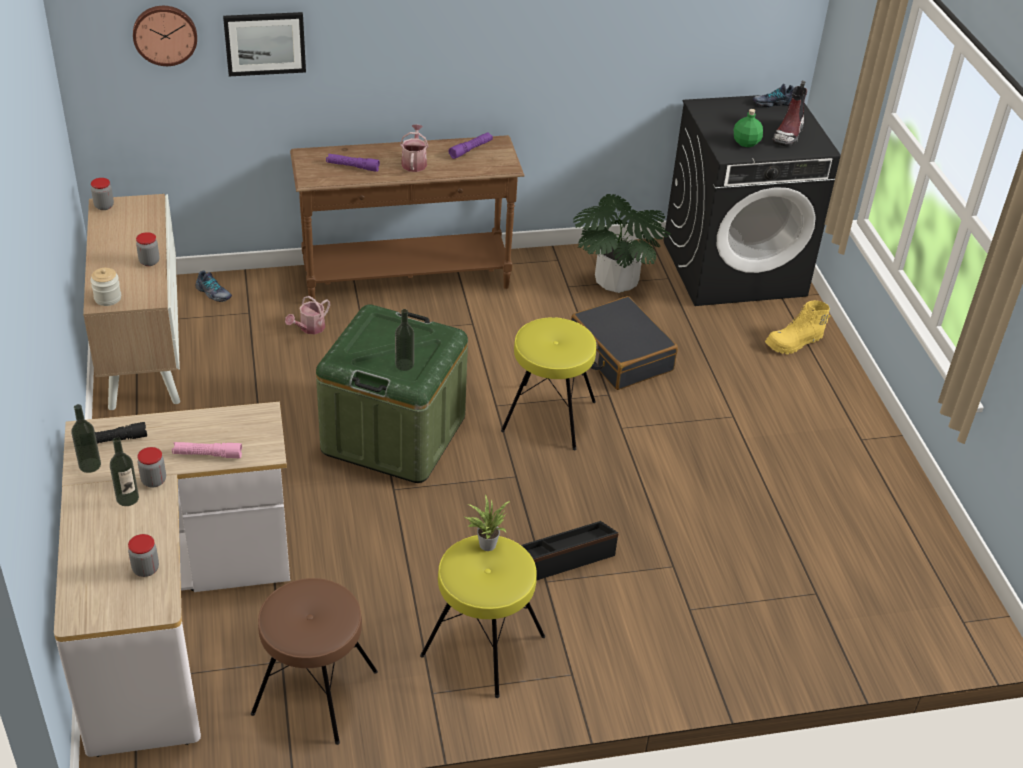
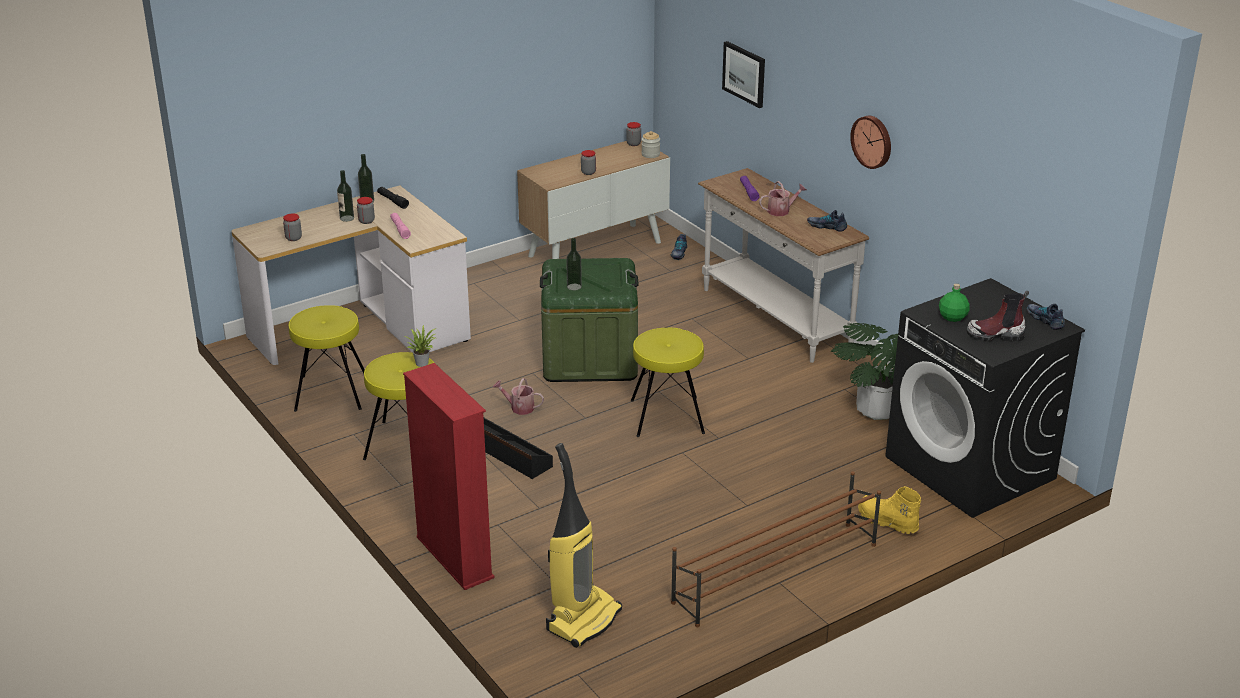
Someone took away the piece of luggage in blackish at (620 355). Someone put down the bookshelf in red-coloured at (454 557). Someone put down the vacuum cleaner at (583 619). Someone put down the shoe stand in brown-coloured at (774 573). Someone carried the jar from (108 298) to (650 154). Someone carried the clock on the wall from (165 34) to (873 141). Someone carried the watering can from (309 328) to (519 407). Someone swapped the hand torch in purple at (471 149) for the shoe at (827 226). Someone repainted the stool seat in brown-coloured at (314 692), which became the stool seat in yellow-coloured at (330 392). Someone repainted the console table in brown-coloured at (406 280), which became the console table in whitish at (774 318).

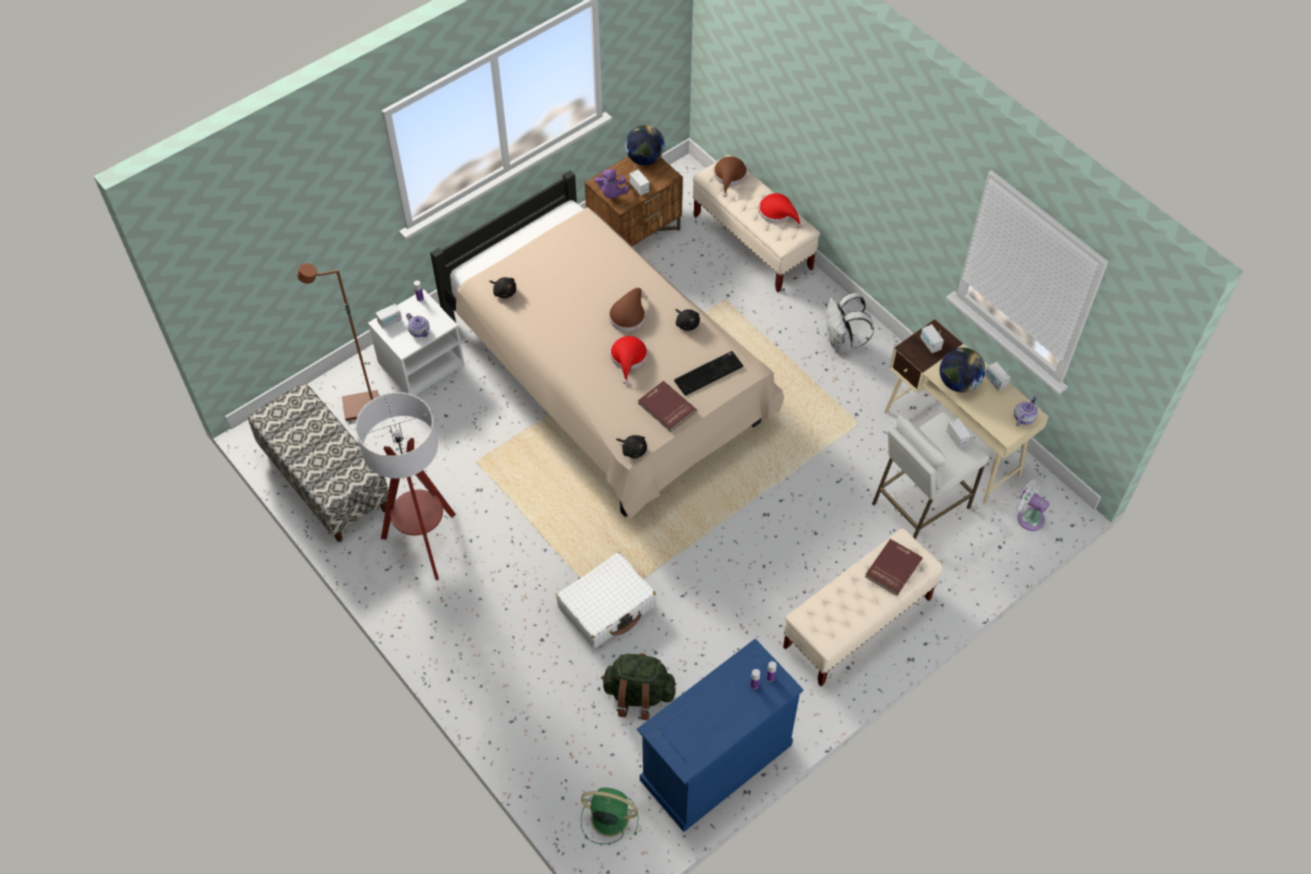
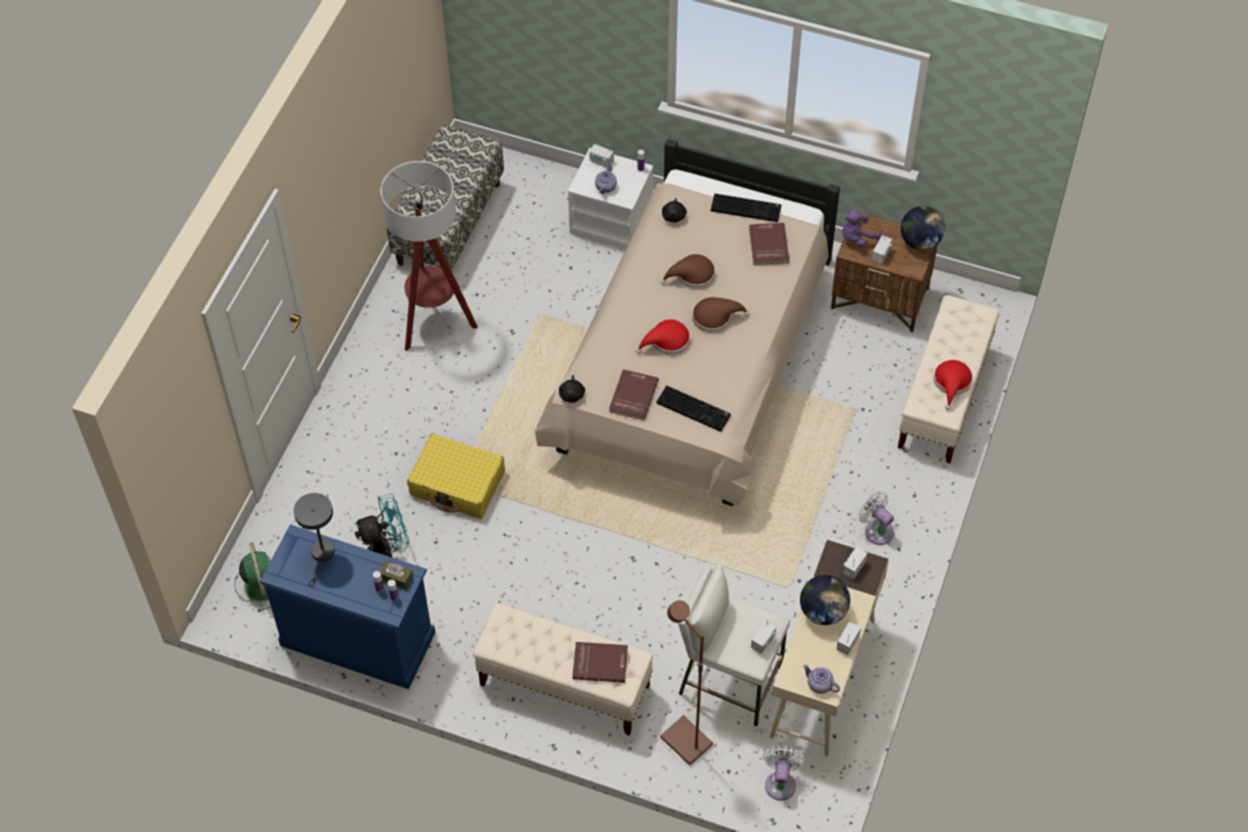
Someone took away the plush toy in blackish at (687 323). Someone put down the lamp for a table in gray at (322 555). Someone put down the box of tissues in brown-coloured at (396 577). Someone put down the PC keyboard at (746 208). Someone put down the bound book in red-coloured at (767 245). Someone carried the floor lamp in brown-coloured from (361 408) to (685 741). Someone carried the clothing hat in brown-coloured from (729 176) to (692 275). Someone swapped the rucksack in green-coloured at (638 695) for the fan in turquoise-coloured at (387 550). Someone swapped the rucksack in whitish at (842 343) for the fan in whitish at (876 530). Someone repainted the piece of luggage in whitish at (607 607), which became the piece of luggage in yellow-coloured at (457 484). Someone rotated the pot for tea at (1023 418) by 150 degrees counterclockwise.

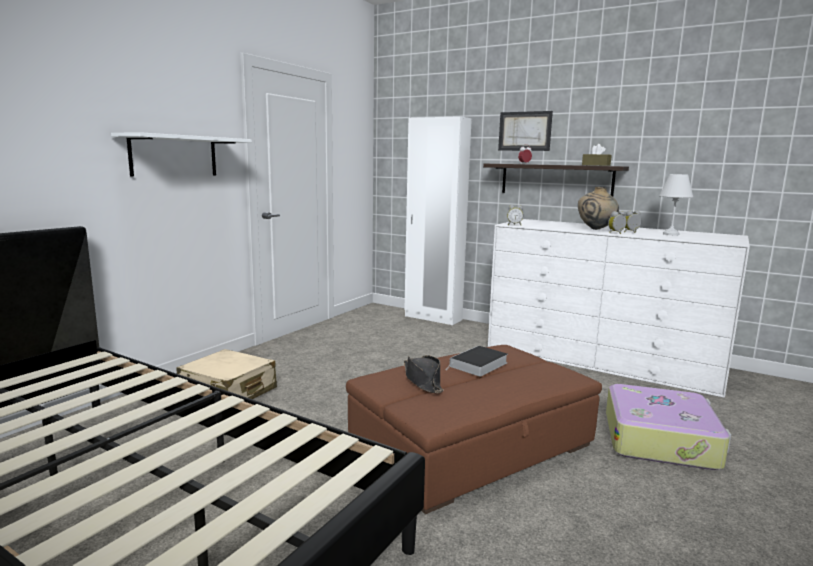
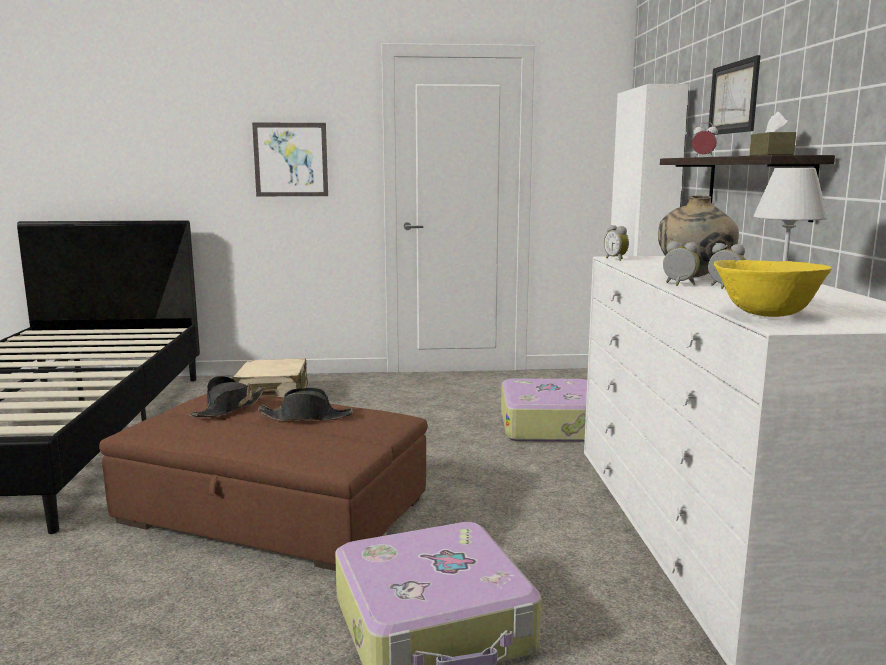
Someone put down the piece of luggage at (551 425). Someone put down the serving bowl in yellow-coloured at (766 315). Someone swapped the bracket shelf in whitish at (174 156) for the wall picture at (291 159). Someone swapped the bound book at (478 365) for the clothing hat in blackish at (306 417).

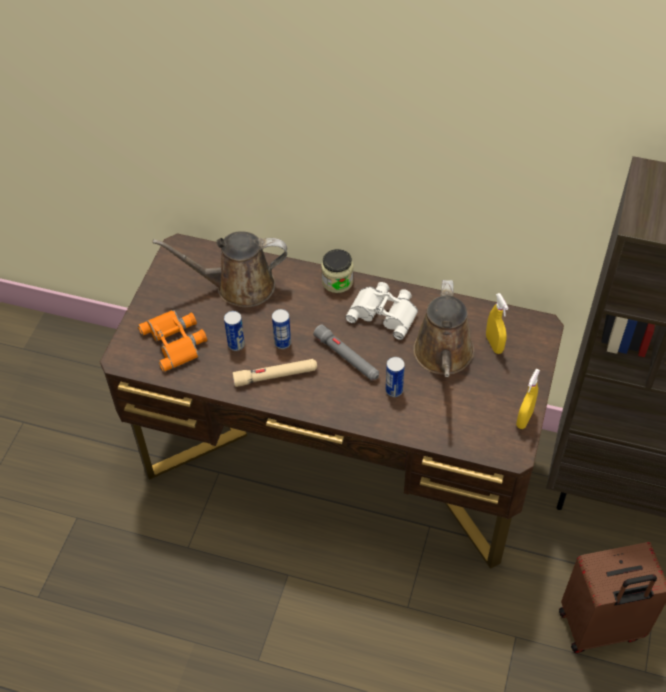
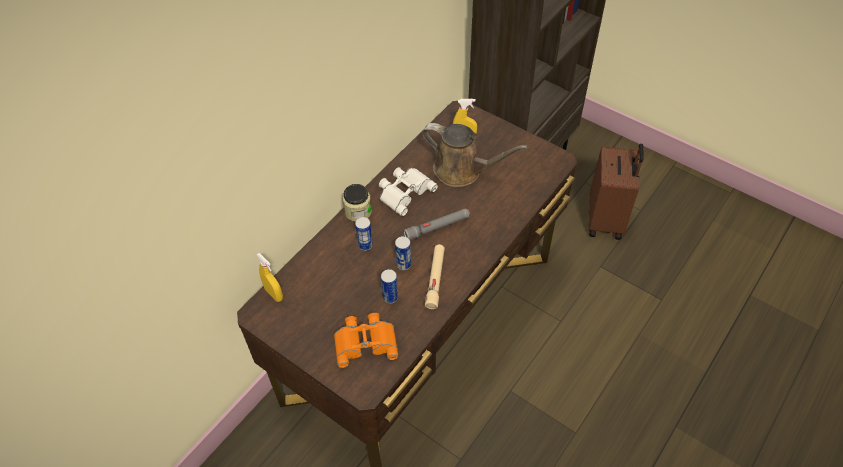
Someone took away the watering can in brown-coloured at (238 286). Someone carried the sealed can from (394 390) to (365 245). Someone carried the sprayer in yellow-coloured from (524 419) to (274 294).

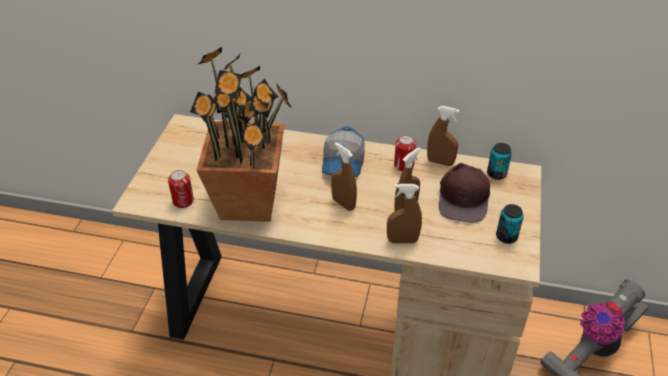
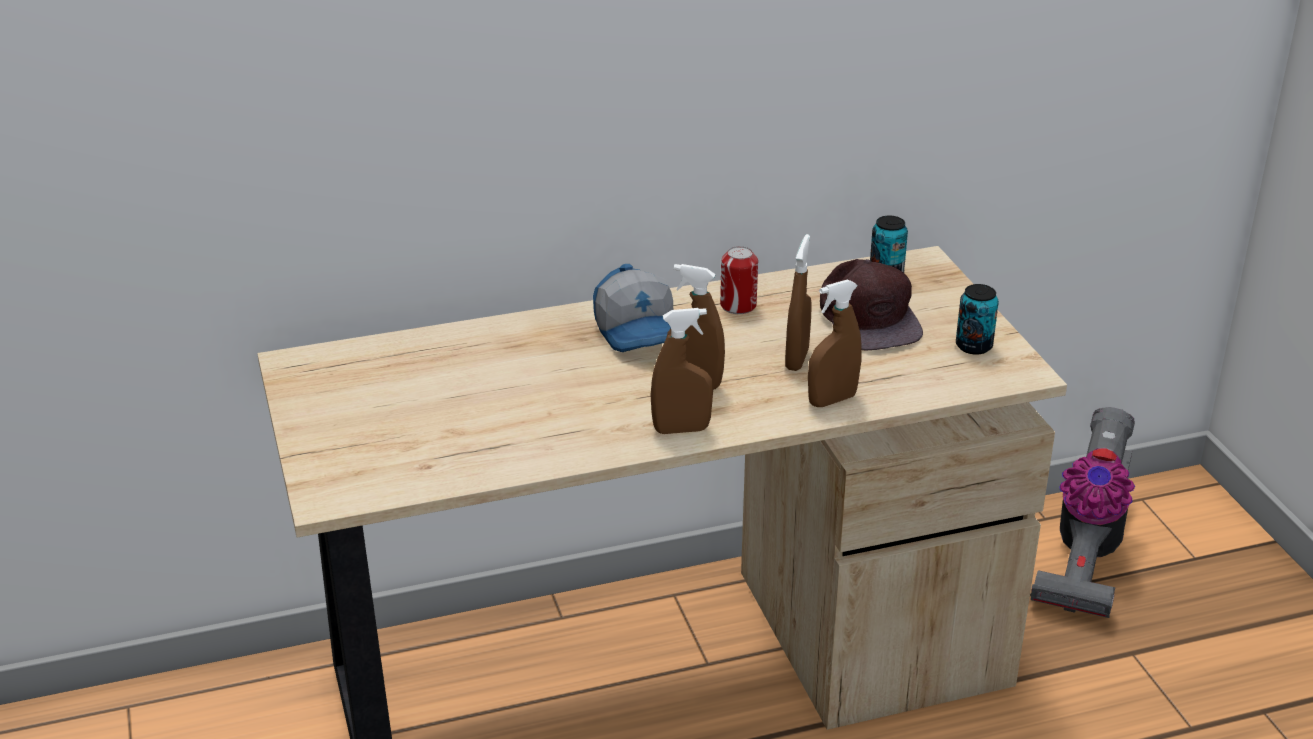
Someone took away the sealed can at (183 201). Someone took away the plant in a pot at (250 202). Someone carried the sprayer in brown-coloured from (440 162) to (681 429).

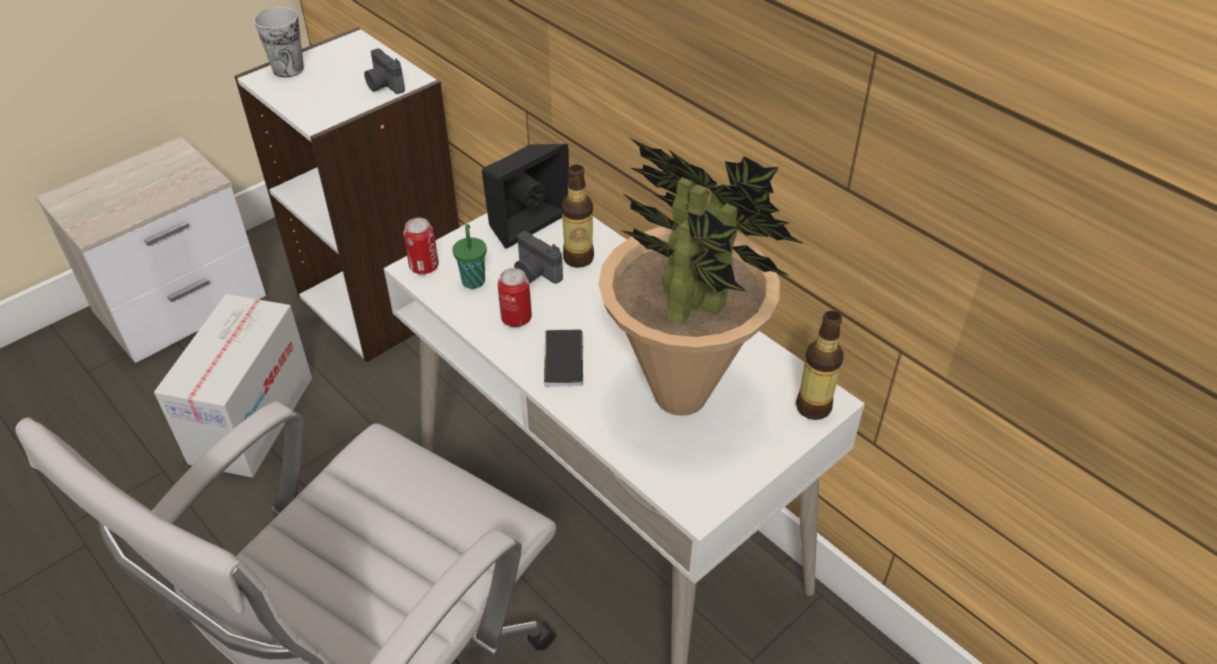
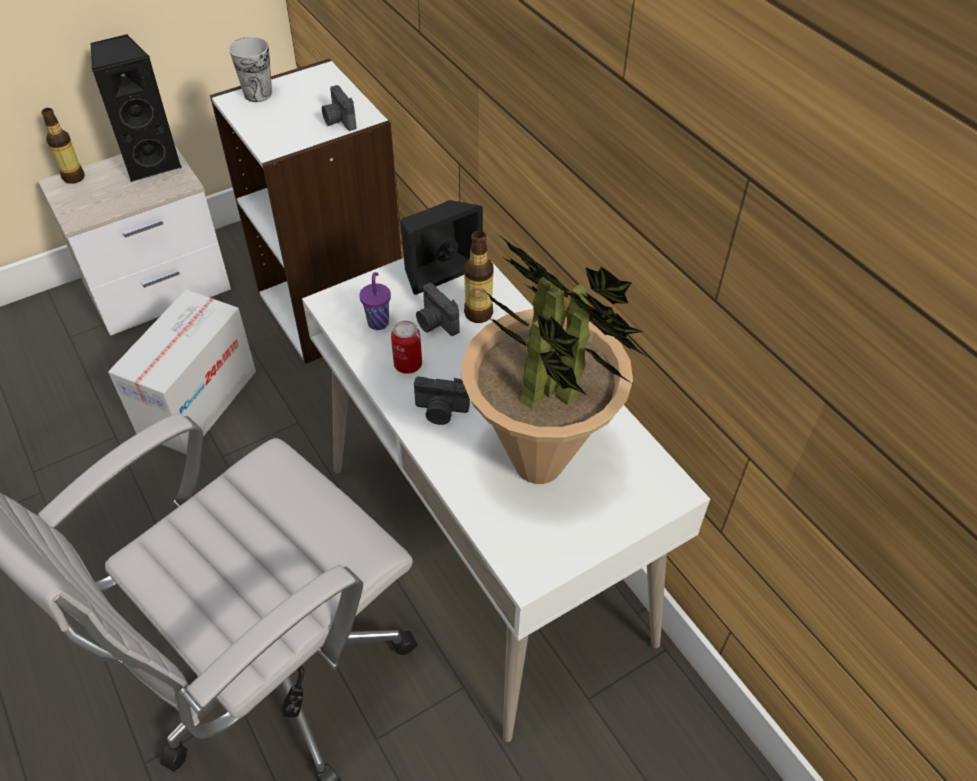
Someone took away the sealed can at (424 267). Someone put down the speaker in blackish at (151 162). Someone carried the beverage bottle from (813 407) to (73 177). Someone swapped the phone at (563 359) for the still camera at (441 411). Someone repainted the small cup in green-coloured at (473 280), which became the small cup in purple at (378 322).

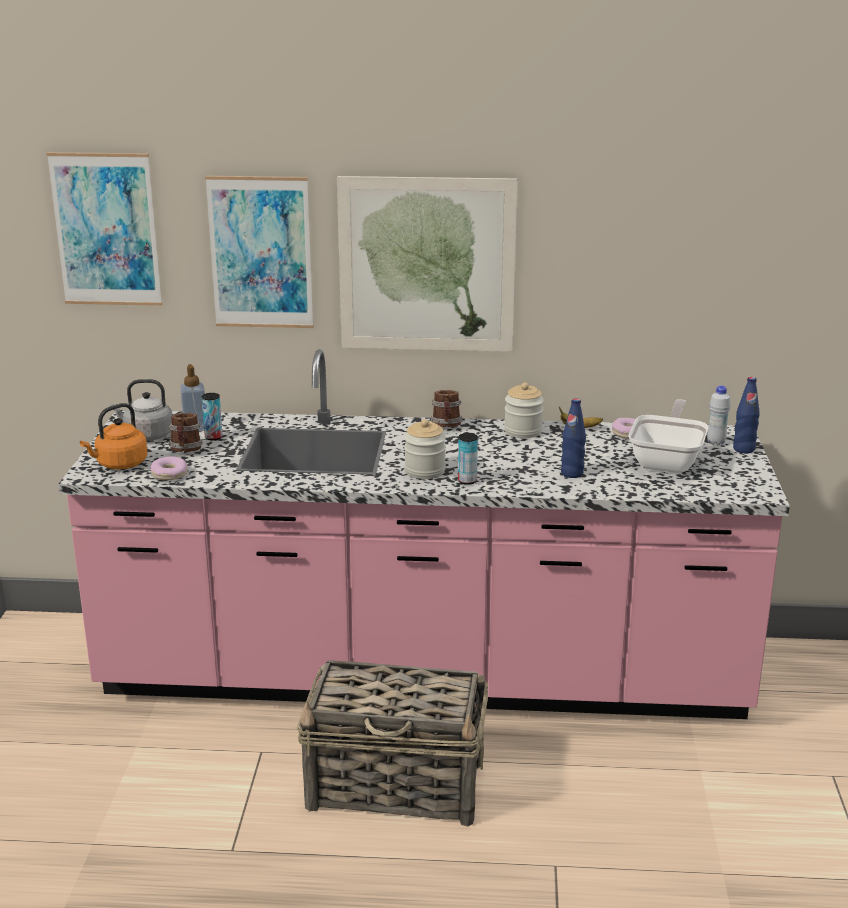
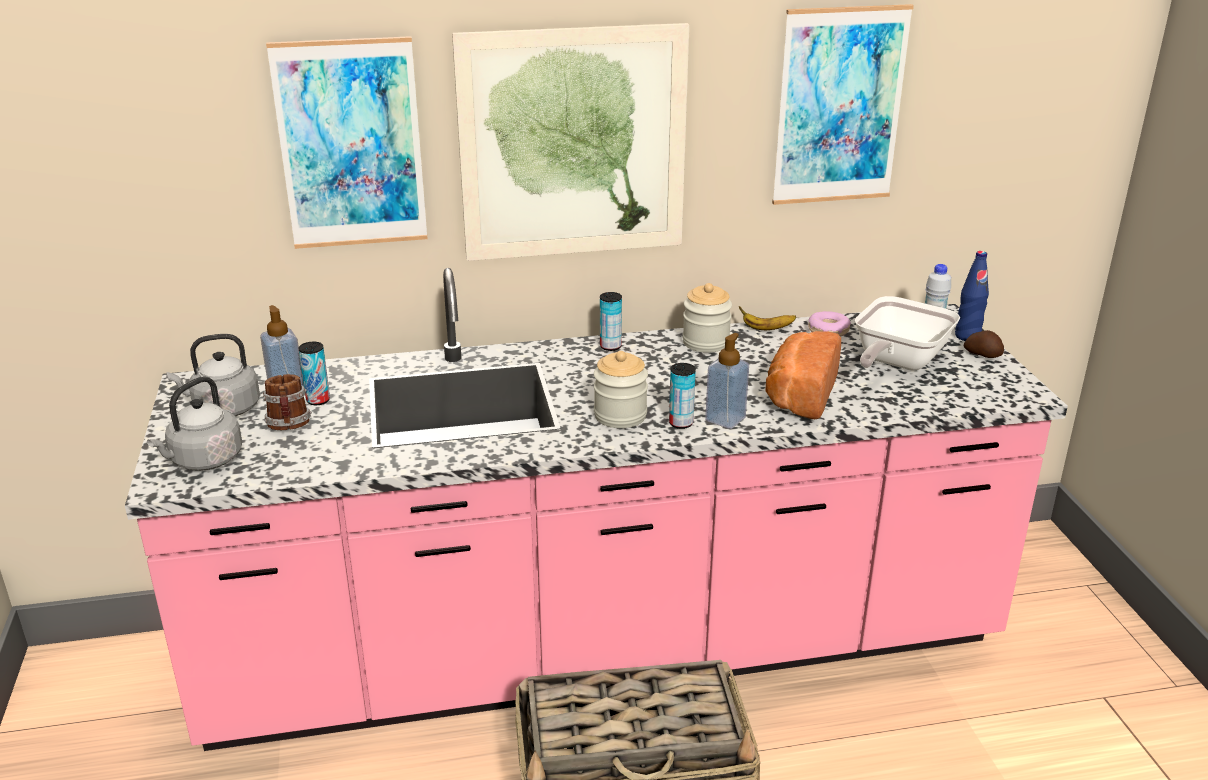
Someone took away the doughnut at (169 474). Someone put down the liquid soap bottle at (725 419). Someone put down the potato at (982 354). Someone carried the wall picture from (106 230) to (839 106). Someone swapped the mug at (446 426) for the sealed can at (610 346). Someone swapped the beverage bottle in blue at (572 473) for the bread at (799 395). Someone repainted the water kettle in orange-coloured at (119 464), which became the water kettle in gray at (204 461). Someone rotated the skillet at (668 461) by 150 degrees counterclockwise.

